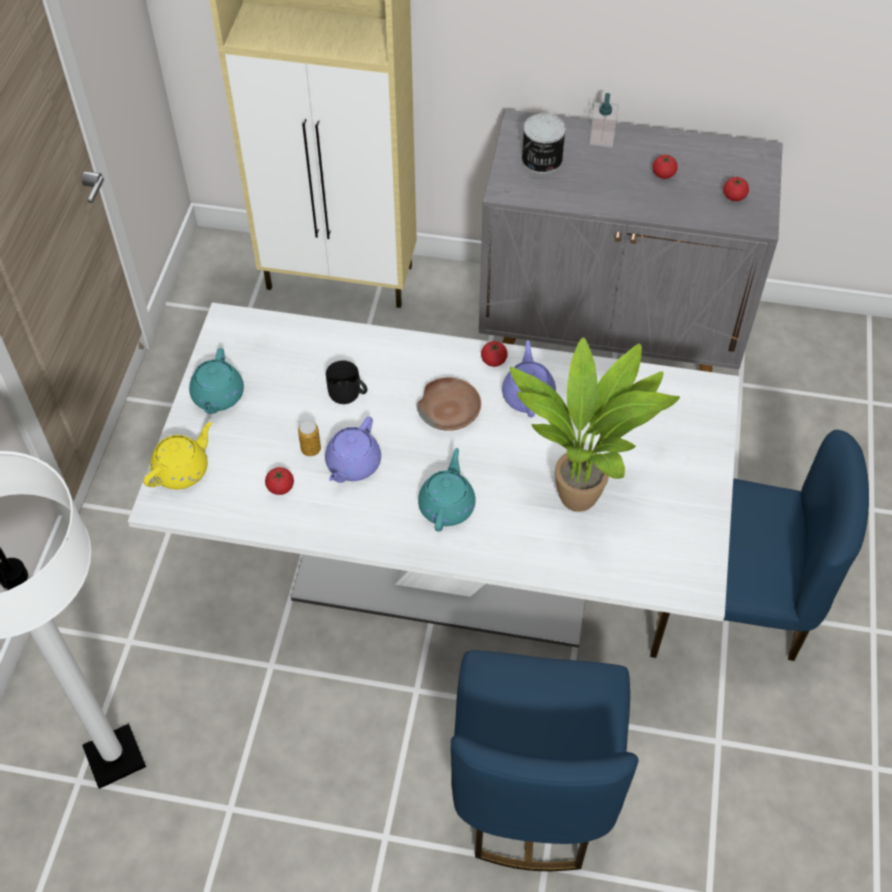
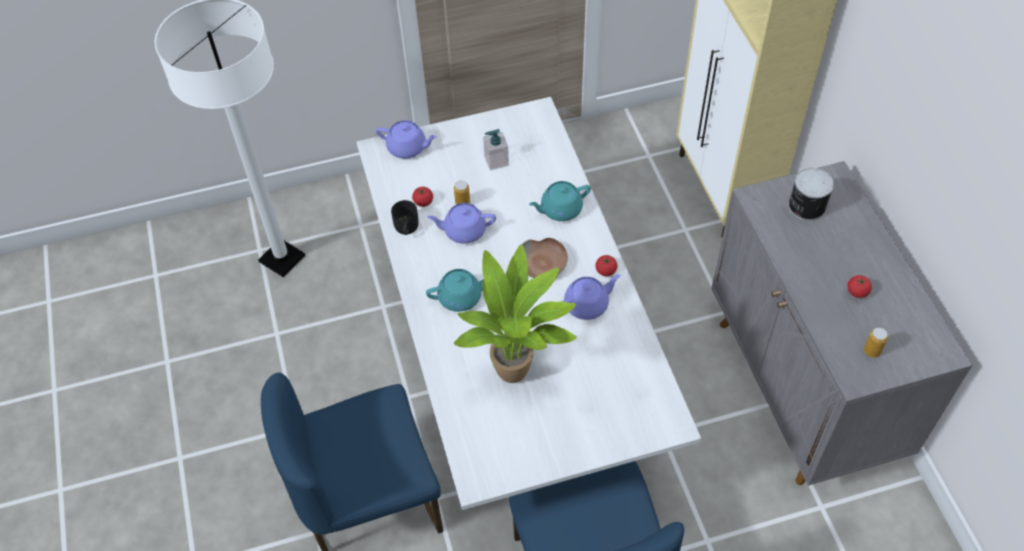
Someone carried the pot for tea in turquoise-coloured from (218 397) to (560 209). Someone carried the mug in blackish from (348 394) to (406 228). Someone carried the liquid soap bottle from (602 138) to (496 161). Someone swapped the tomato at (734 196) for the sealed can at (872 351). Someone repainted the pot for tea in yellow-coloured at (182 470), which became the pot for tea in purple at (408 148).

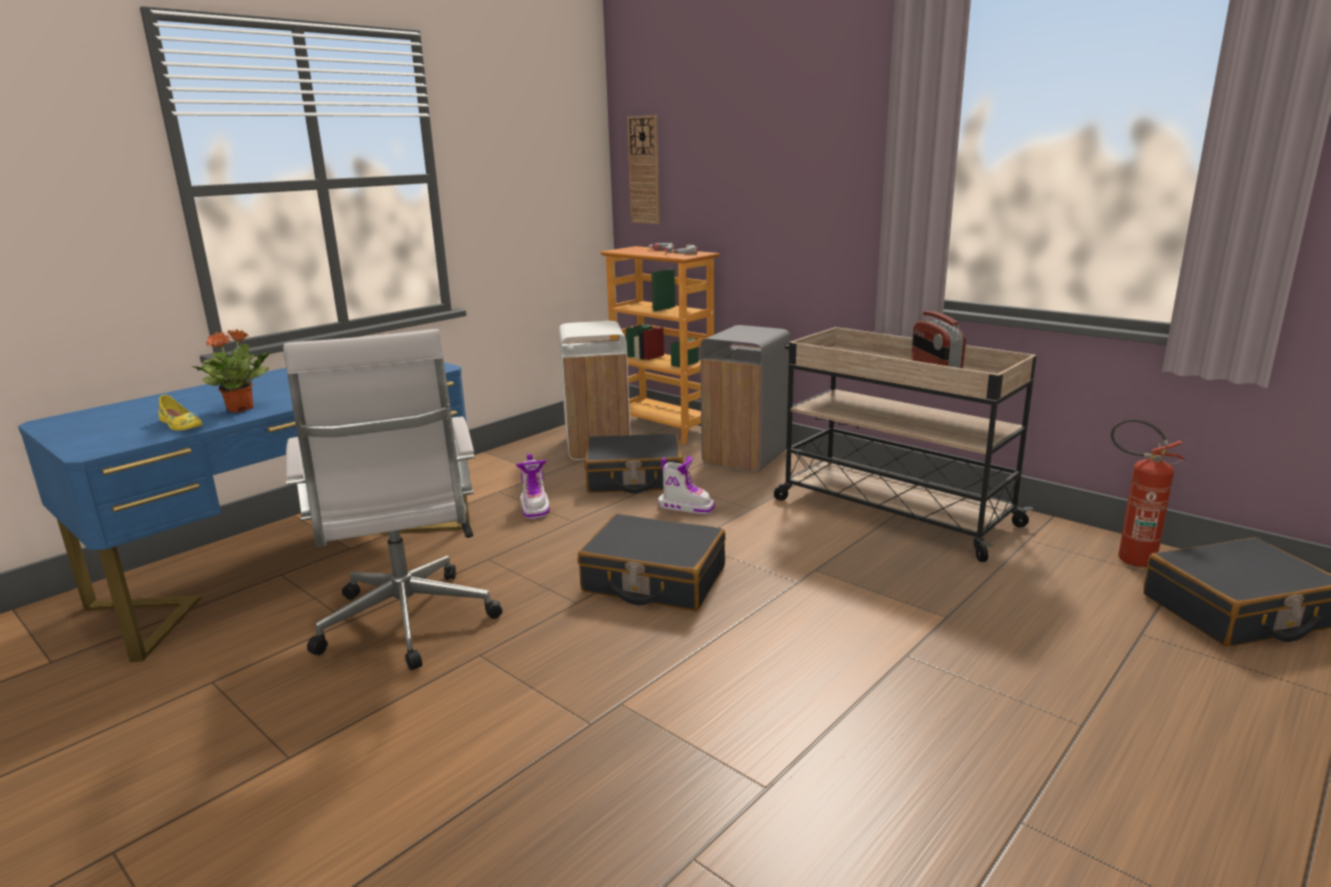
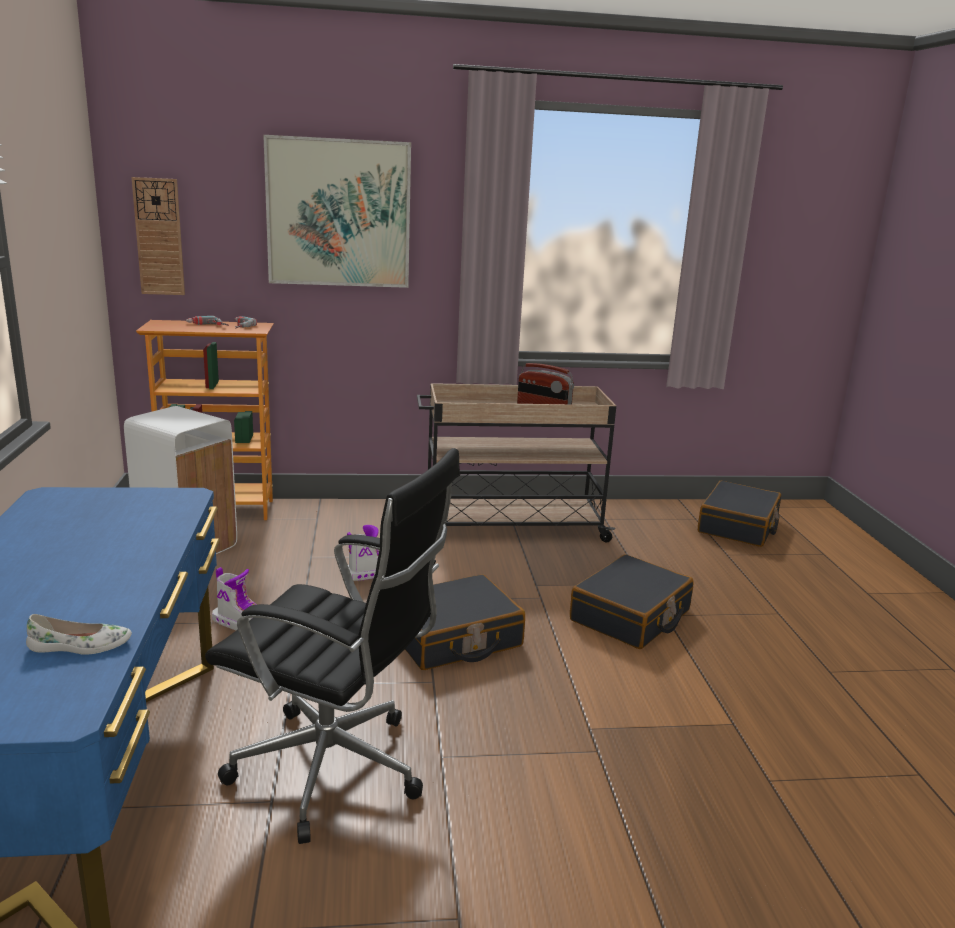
Someone took away the plant in a pot at (241 409). Someone took away the trash can in gray at (746 457). Someone took away the fire extinguisher at (1126 558). Someone put up the wall picture at (338 213). Someone carried the piece of luggage in blackish from (634 478) to (630 616). Someone repainted the shoe in yellow-coloured at (180 425), which became the shoe in whitish at (80 646). Someone repainted the computer chair in whitish at (407 626), which became the computer chair in blackish at (337 772).

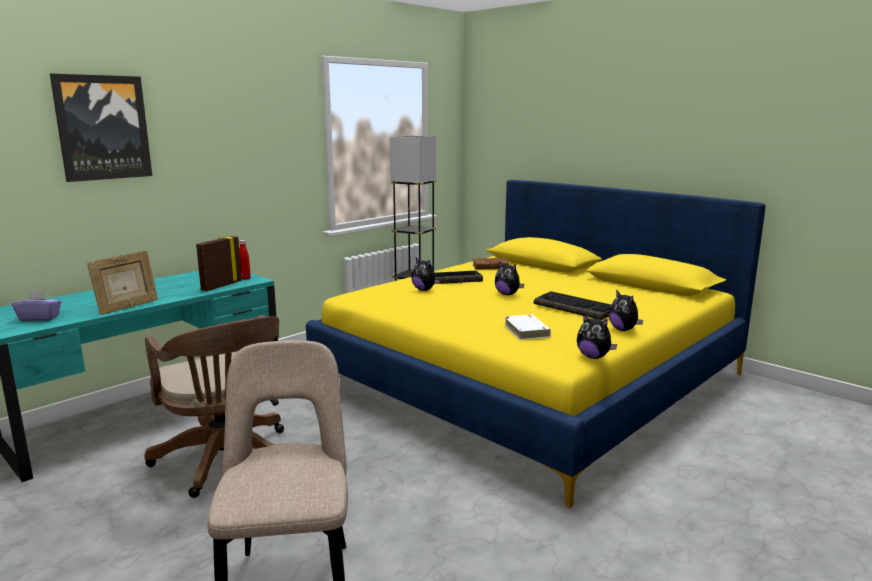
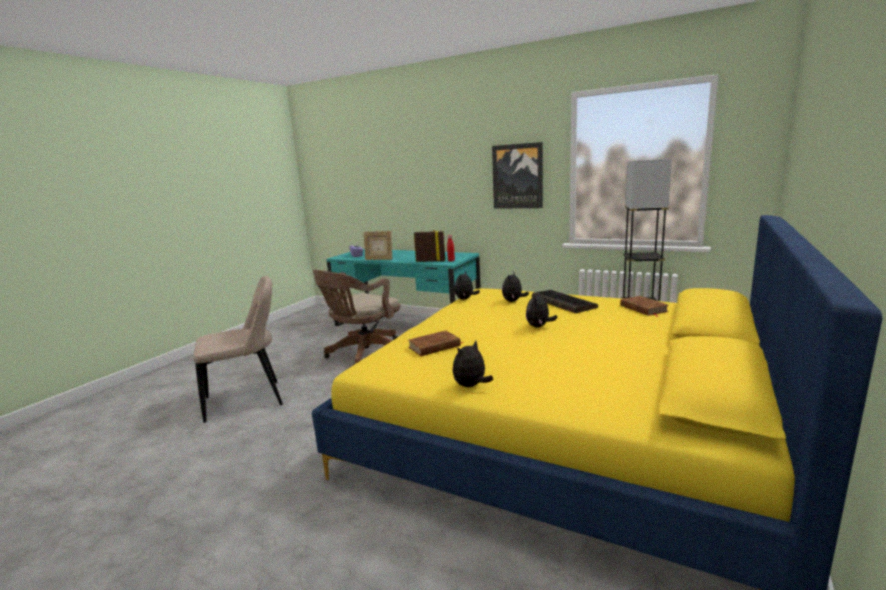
Someone took away the PC keyboard at (576 308). Someone carried the wall picture from (103 128) to (517 176). Someone carried the plush toy from (593 357) to (465 299). Someone repainted the bound book in whitish at (526 330), which became the bound book in brown-coloured at (434 346).

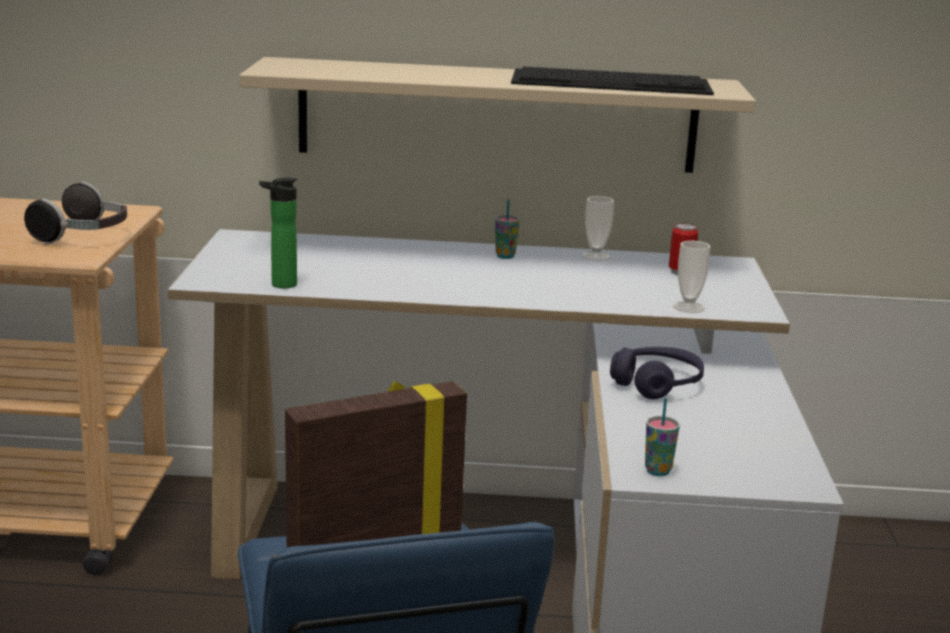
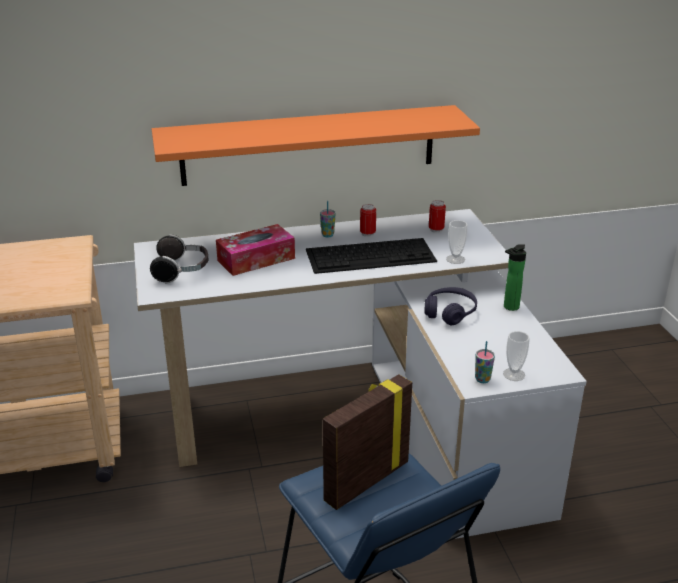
Someone put down the box of tissues at (256 259). Someone put down the sealed can at (367 234). Someone carried the headphones from (83 236) to (182 271). Someone carried the beverage bottle from (280 285) to (509 307). Someone carried the PC keyboard from (613 82) to (371 255). Someone carried the small cup from (596 256) to (514 374). Someone repainted the bracket shelf in beige-coloured at (497 115), which became the bracket shelf in orange-coloured at (309 145).

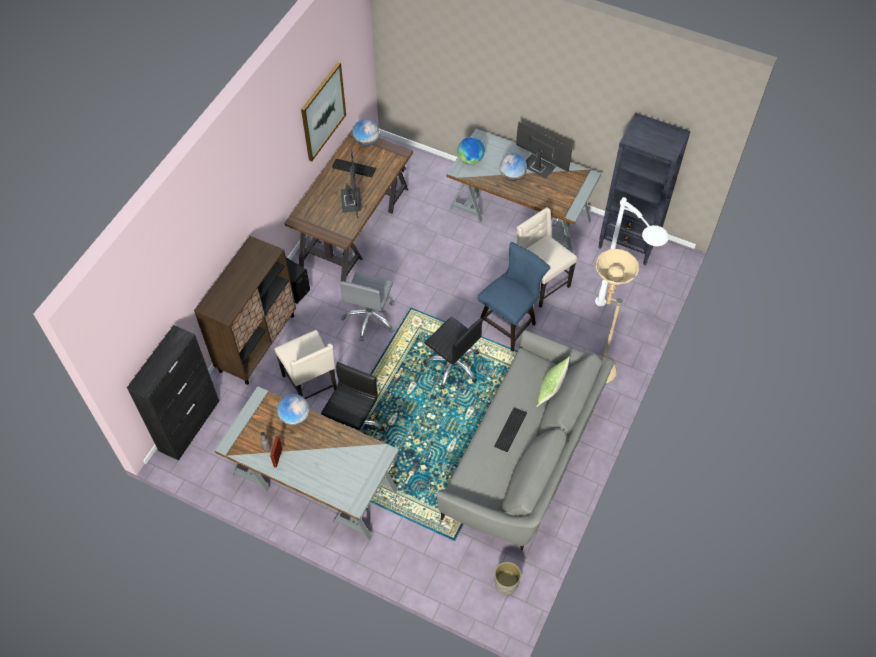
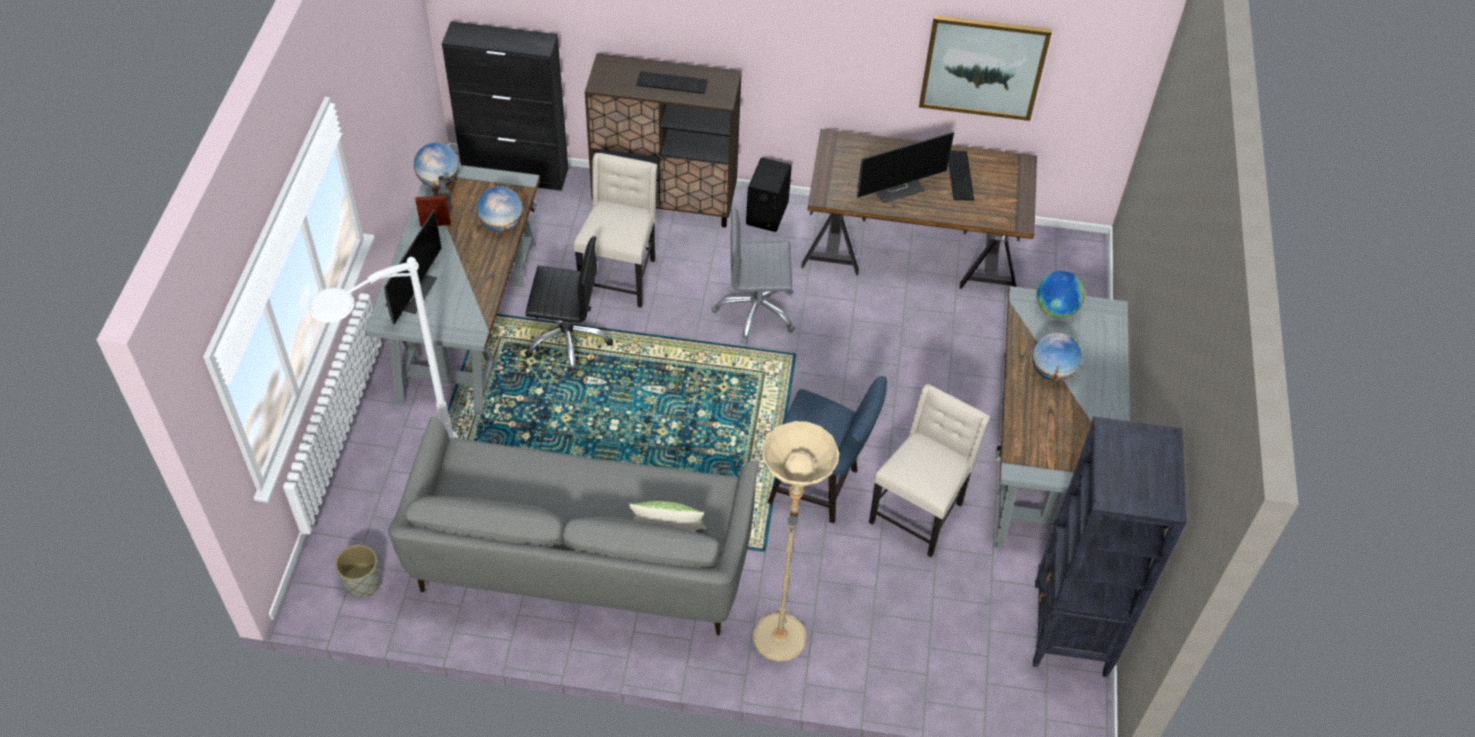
Someone took away the computer chair in blackish at (453 365). Someone carried the globe from (366 141) to (439 181). Someone carried the PC keyboard from (511 430) to (671 83). Someone carried the computer display from (538 166) to (412 292). Someone carried the floor lamp in whitish from (618 327) to (401 472). Someone rotated the upright chair in beige-coloured at (311 384) by 150 degrees clockwise.

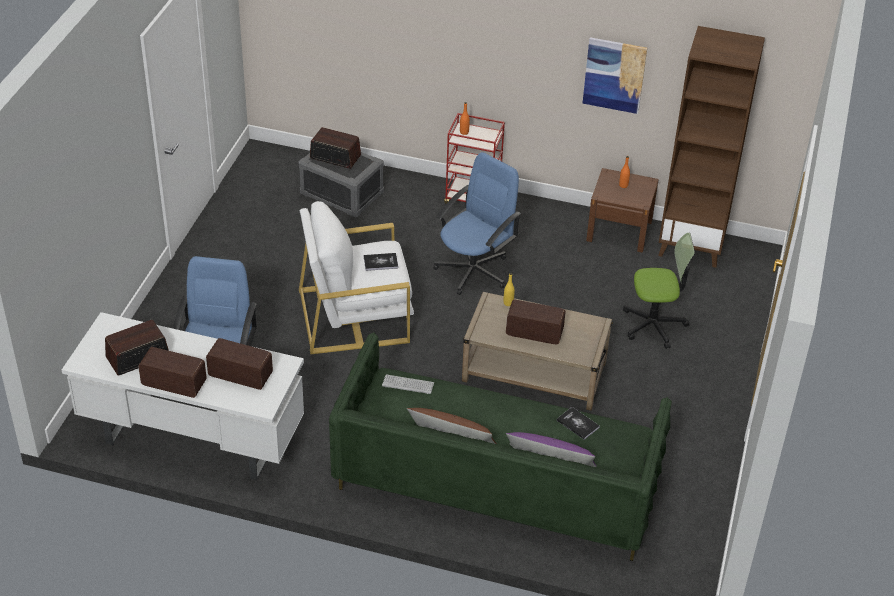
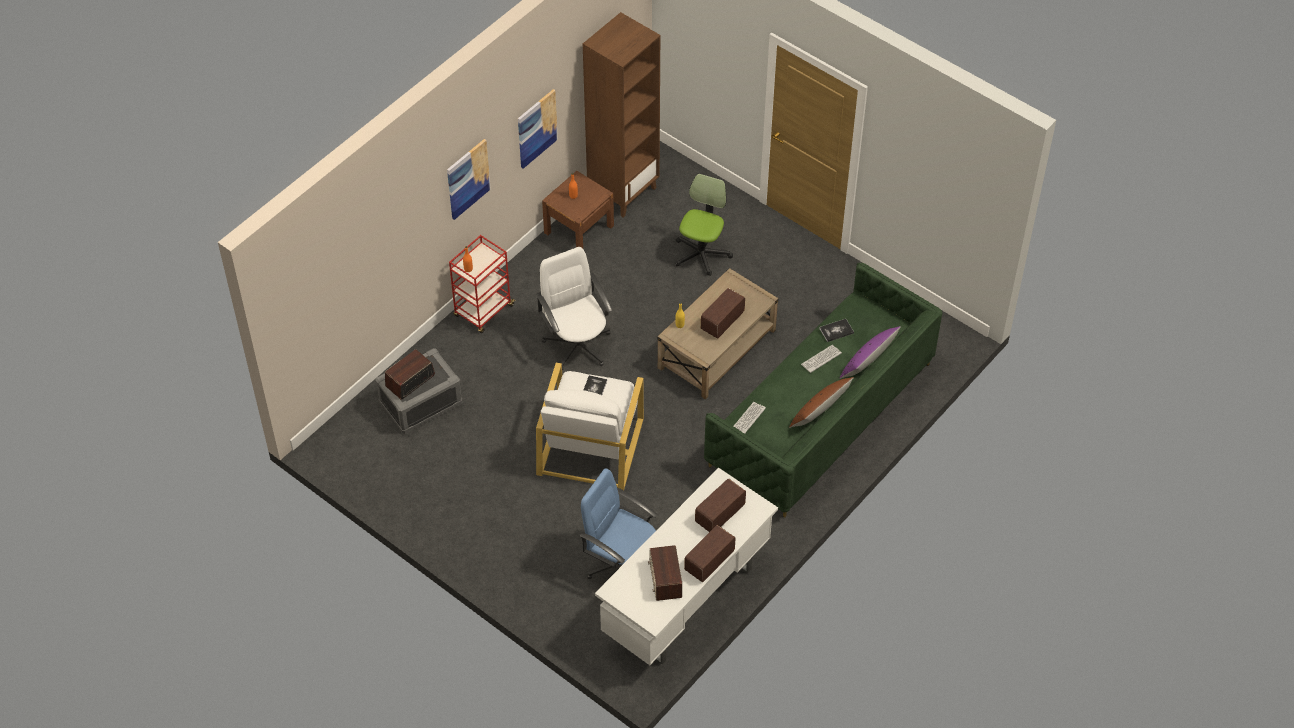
Someone put up the wall picture at (468 178). Someone put down the PC keyboard at (821 359). Someone repainted the computer chair in blue at (474 270), which became the computer chair in whitish at (577 344).

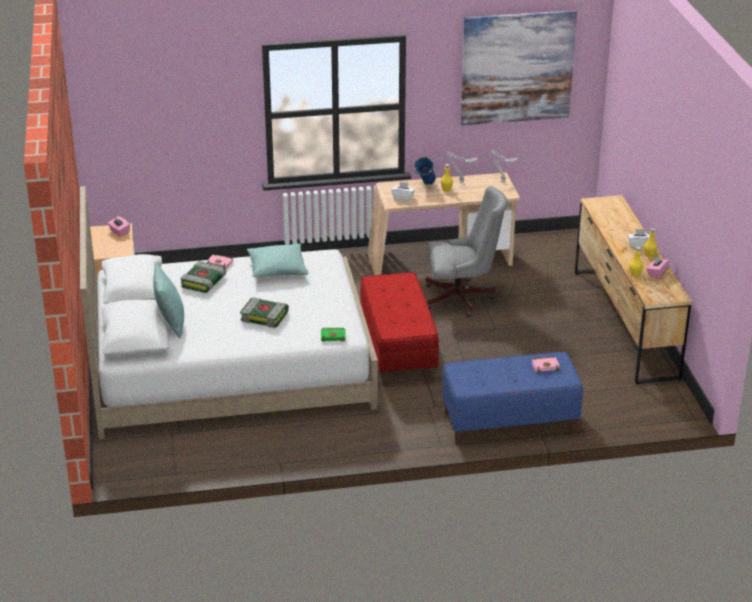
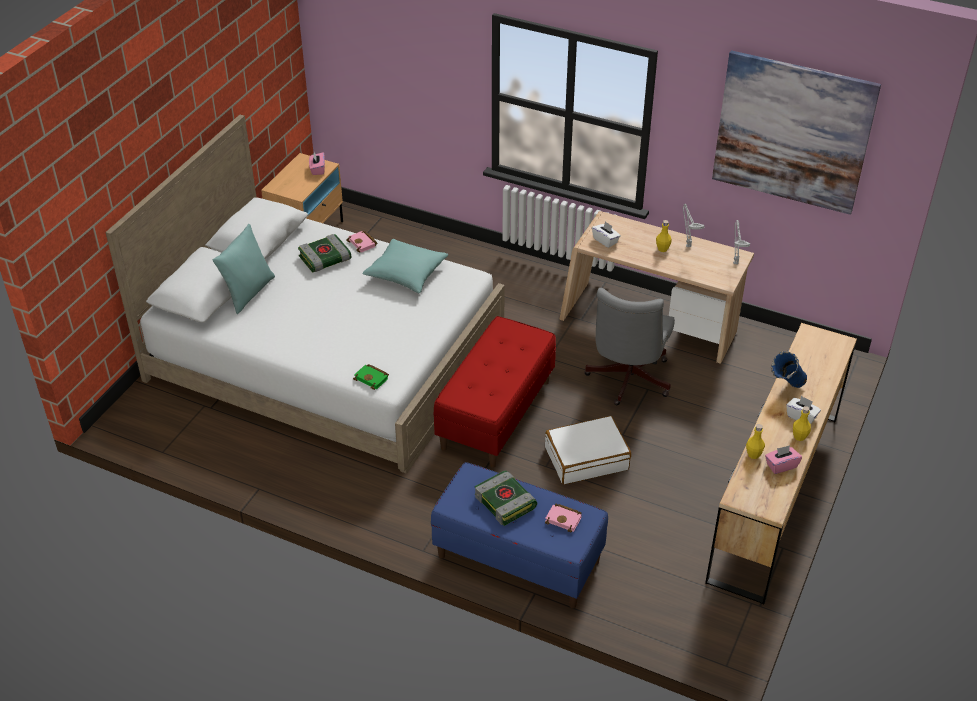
Someone put down the piece of luggage in whitish at (586 458). Someone carried the bound book from (265 316) to (506 502). Someone carried the flower vase in blue from (425 187) to (785 389). Someone rotated the computer chair in gray at (462 298) by 75 degrees clockwise.

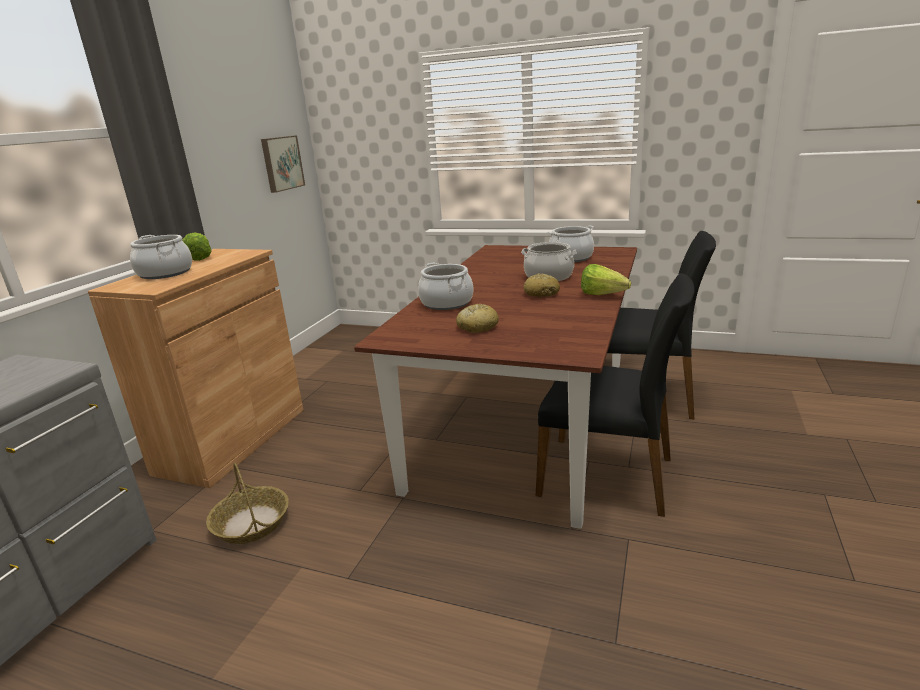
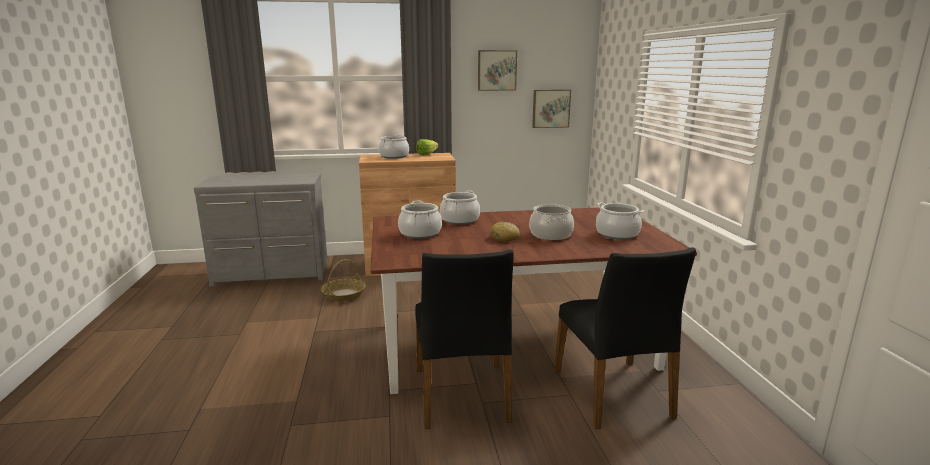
Someone took away the lettuce head at (605 296). Someone put up the wall picture at (496 70). Someone swapped the bread at (477 327) for the saucepot at (420 233).

